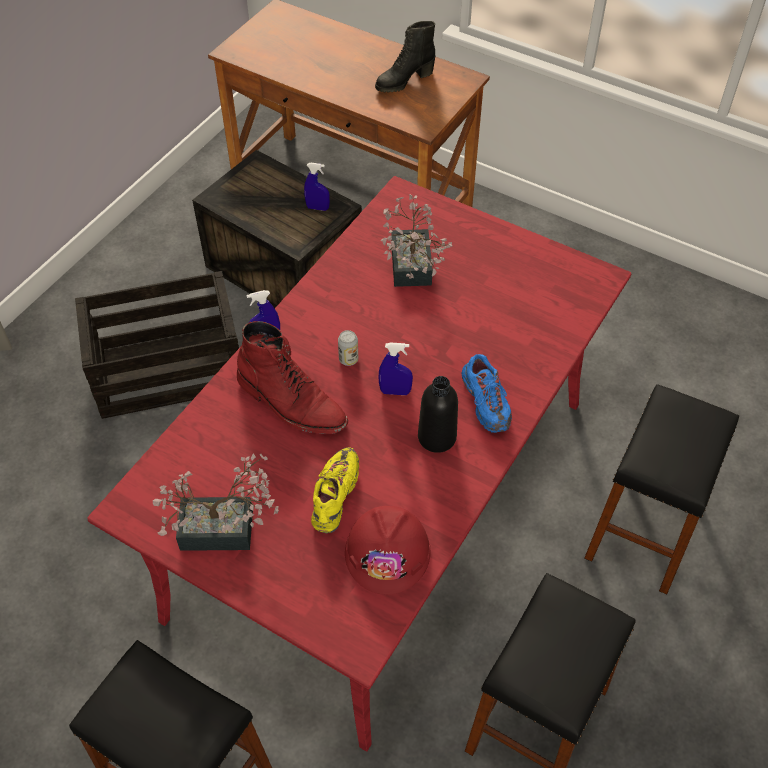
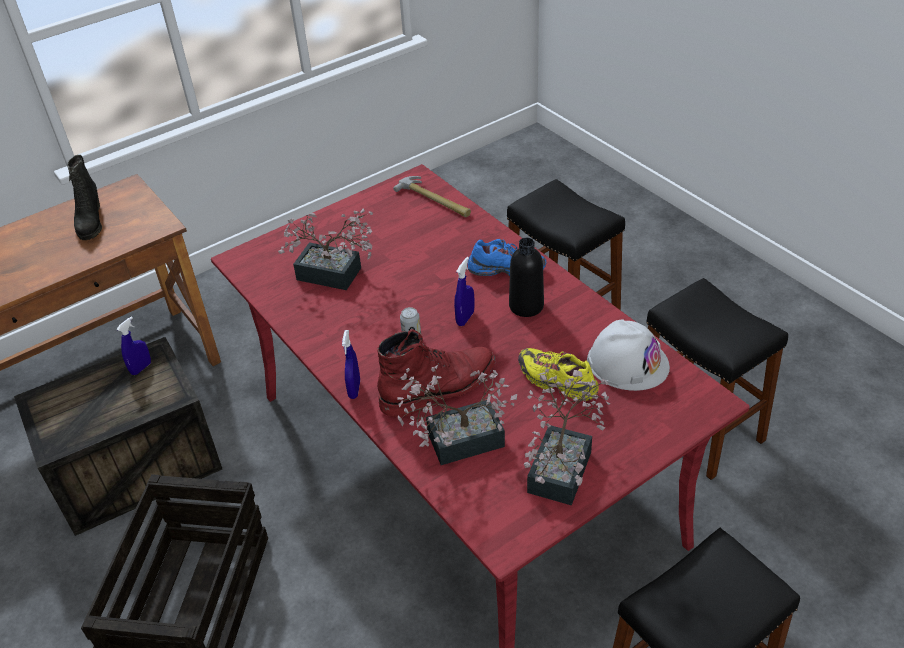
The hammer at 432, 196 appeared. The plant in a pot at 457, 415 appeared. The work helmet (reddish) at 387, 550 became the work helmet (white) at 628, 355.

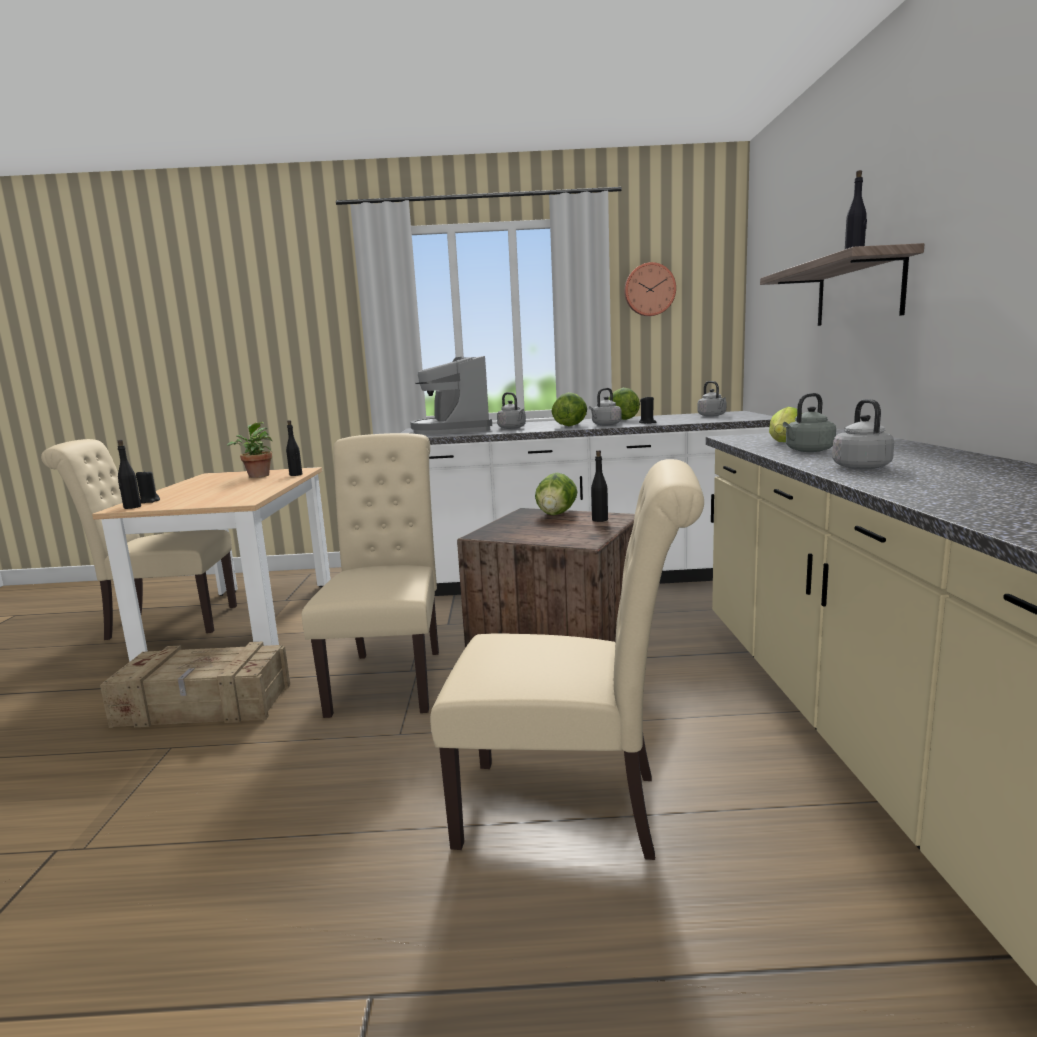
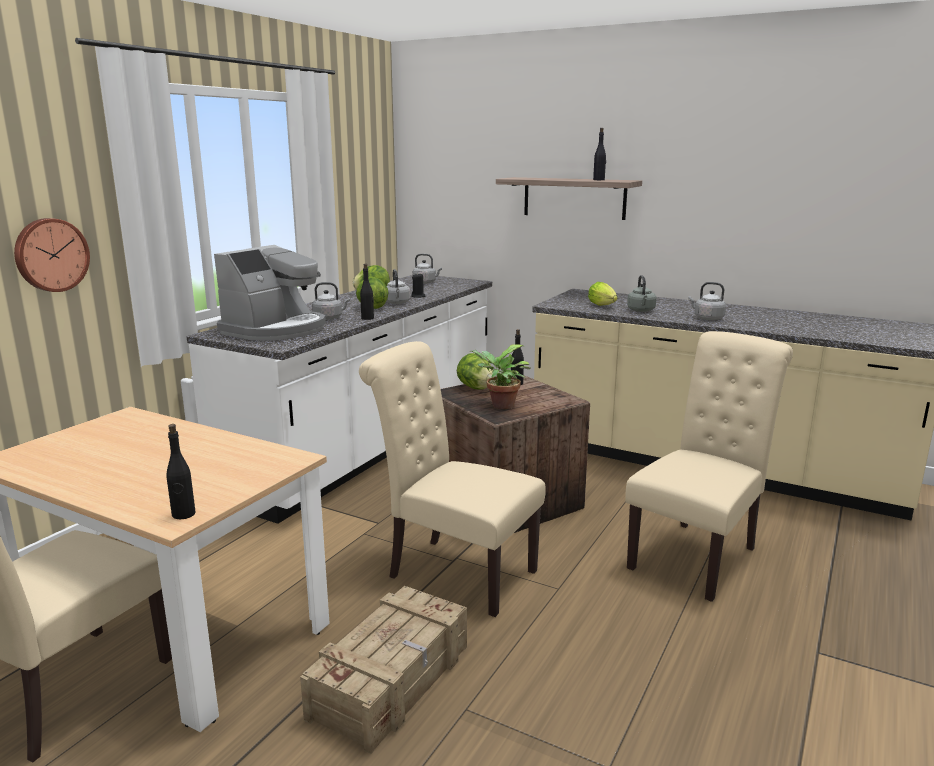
The clock on the wall moved from 650, 289 to 52, 255. The coffee machine at 451, 395 turned 75 degrees counterclockwise. The bottle (black-coloured) moved from 294, 448 to 367, 291. The plant in a pot moved from 250, 450 to 499, 376. The wax candle (black-coloured) at 148, 486 disappeared.

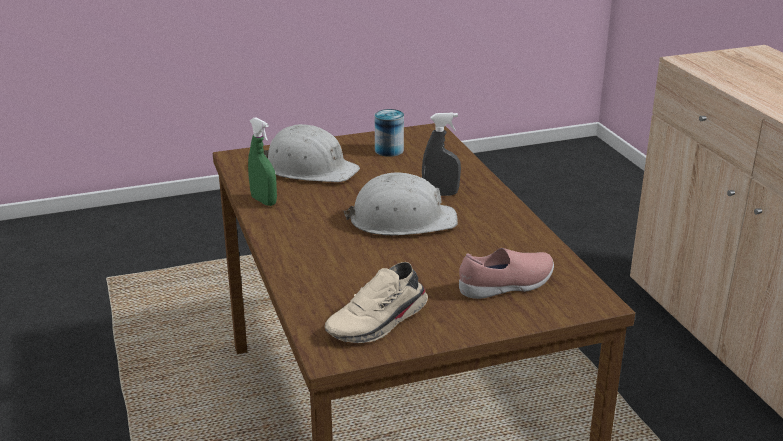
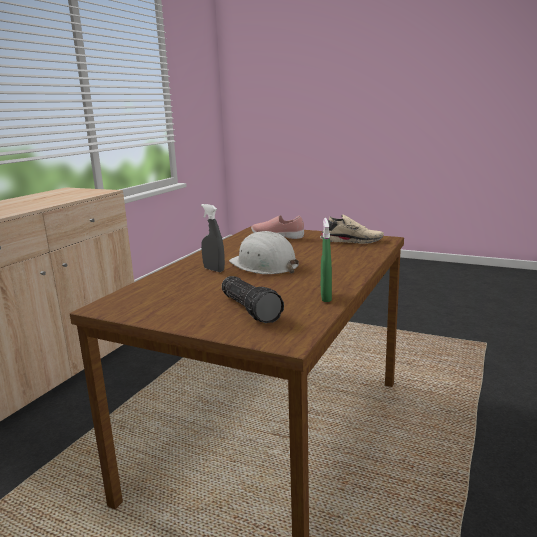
The work helmet (white) at 312, 153 was replaced by the torch at 253, 299. The can at 389, 133 disappeared.

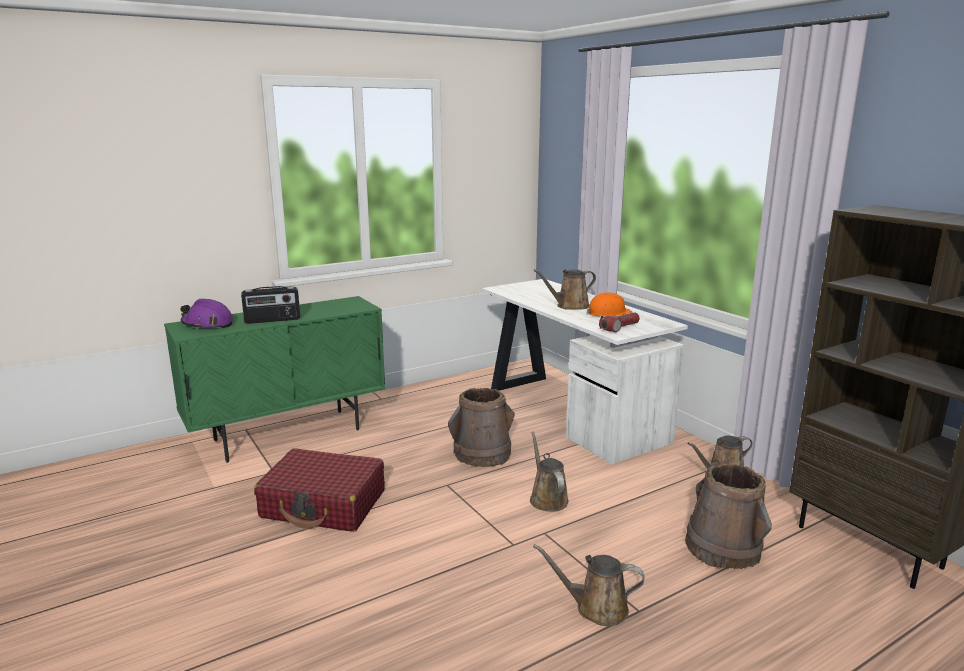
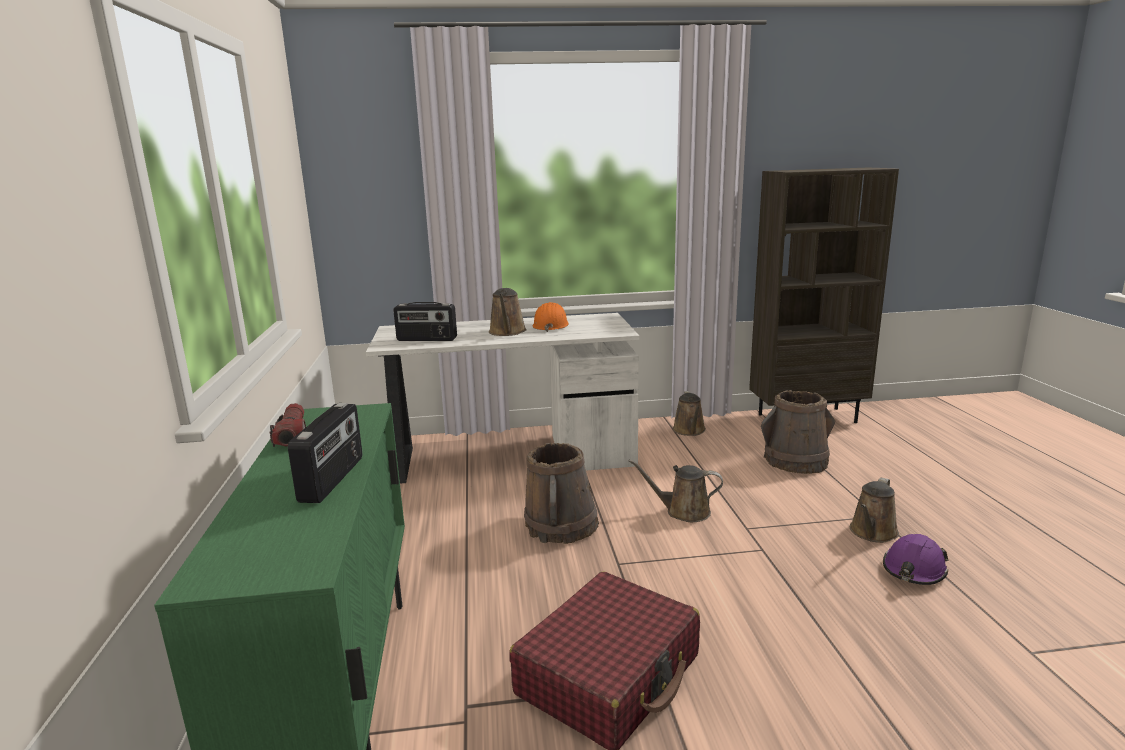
The torch moved from 619, 322 to 288, 425. The radio at 425, 321 appeared. The work helmet (purple-coloured) moved from 207, 314 to 915, 559.

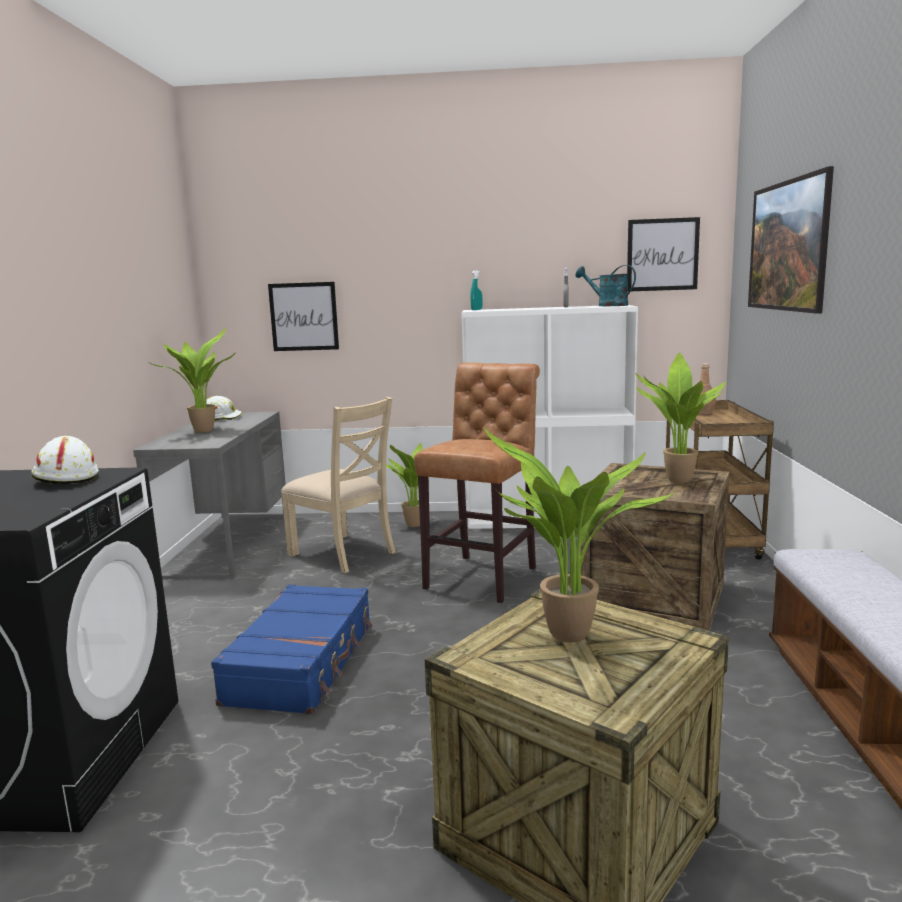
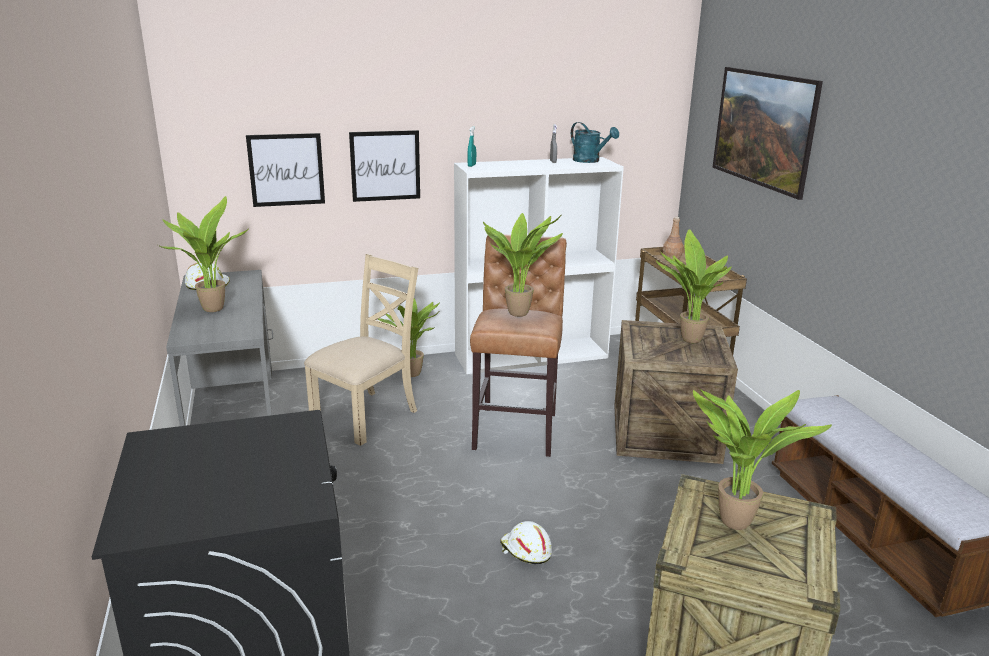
The chair (beige) at 338, 485 turned 75 degrees counterclockwise. The wall picture moved from 663, 254 to 384, 166. The plant in a pot at 523, 265 appeared. The work helmet (white) moved from 65, 460 to 526, 542. The watering can (turquoise-coloured) at 605, 285 turned 150 degrees counterclockwise. The suitcase (blue-coloured) at 292, 649 disappeared.

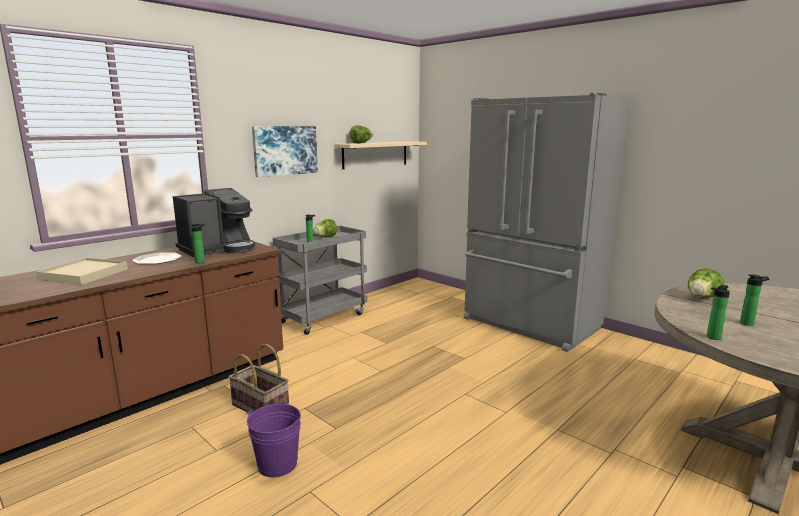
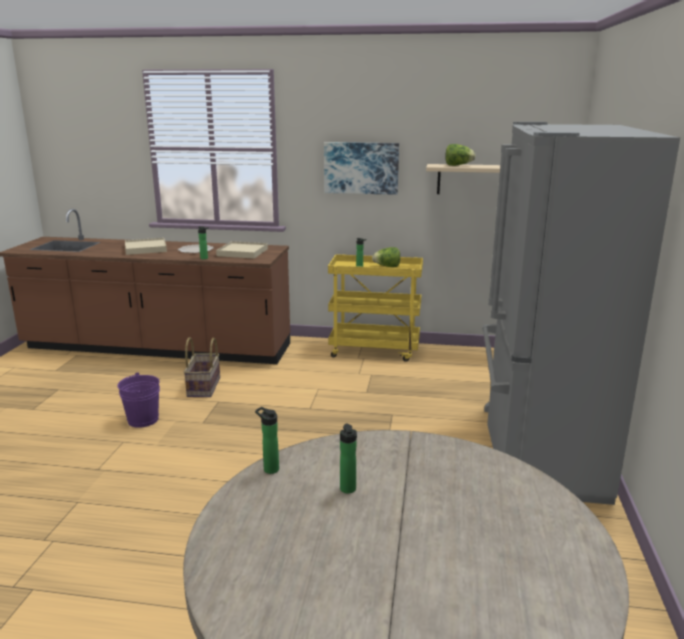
The coffee machine at 214, 222 was replaced by the carrying tray (beige) at 242, 249. The cart (greyish) at 320, 280 became the cart (yellow) at 375, 308. The lettuce head at 706, 283 disappeared.

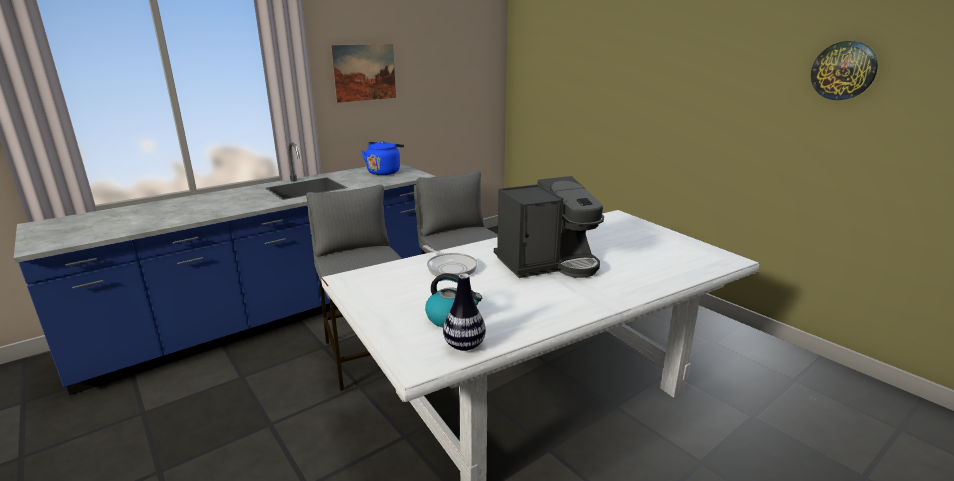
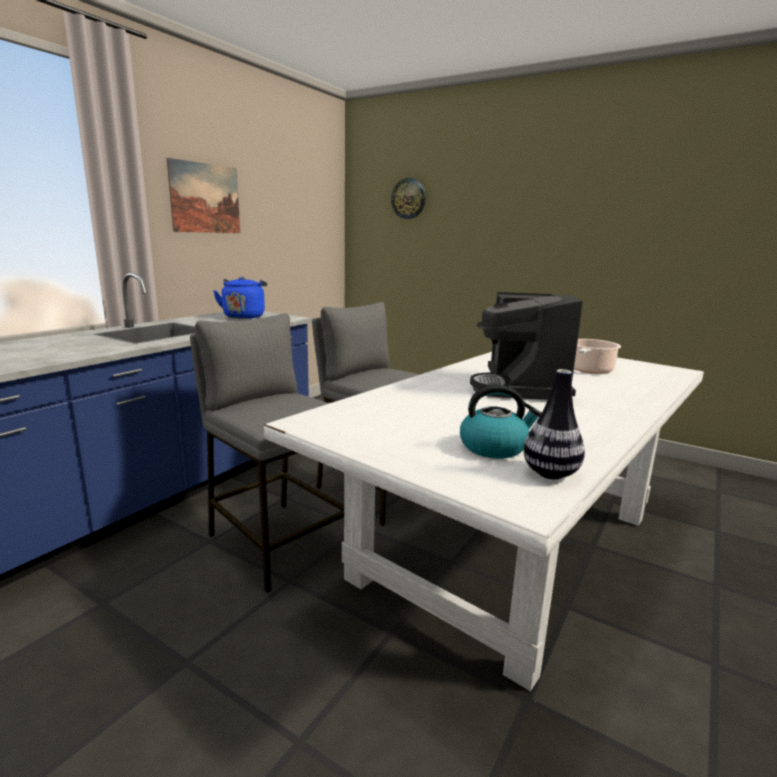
The clock on the wall moved from 844, 70 to 408, 198. The coffee machine at 549, 227 turned 135 degrees clockwise. The stockpot at 597, 356 appeared. The skillet at 450, 260 disappeared.

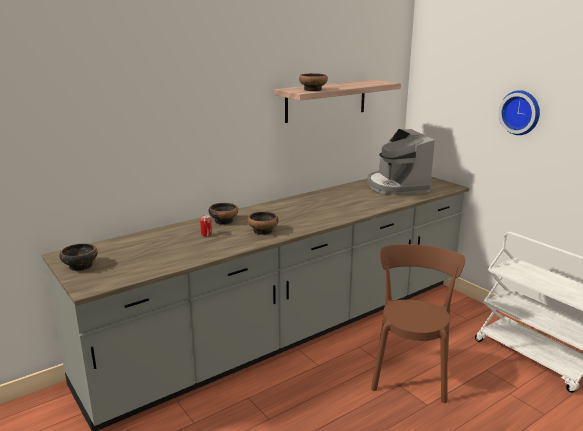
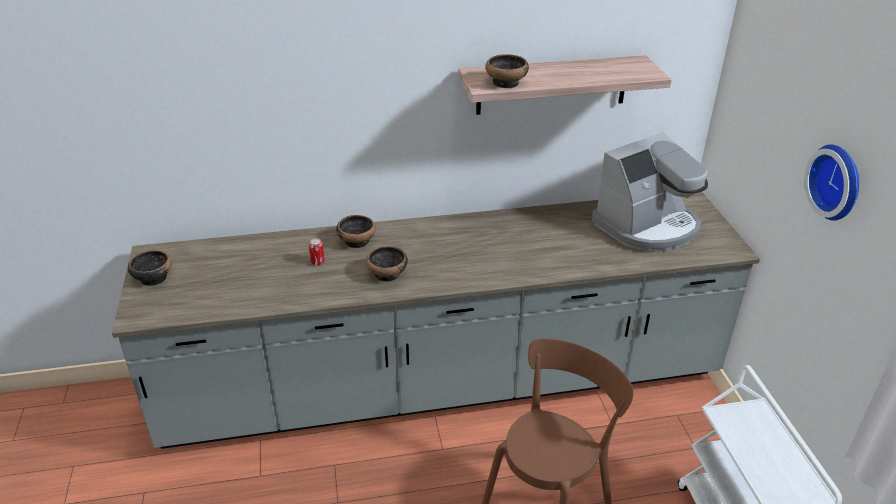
The coffee machine at 401, 162 turned 135 degrees counterclockwise.

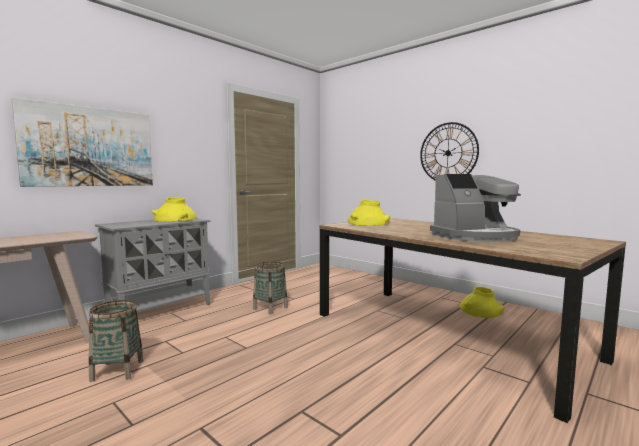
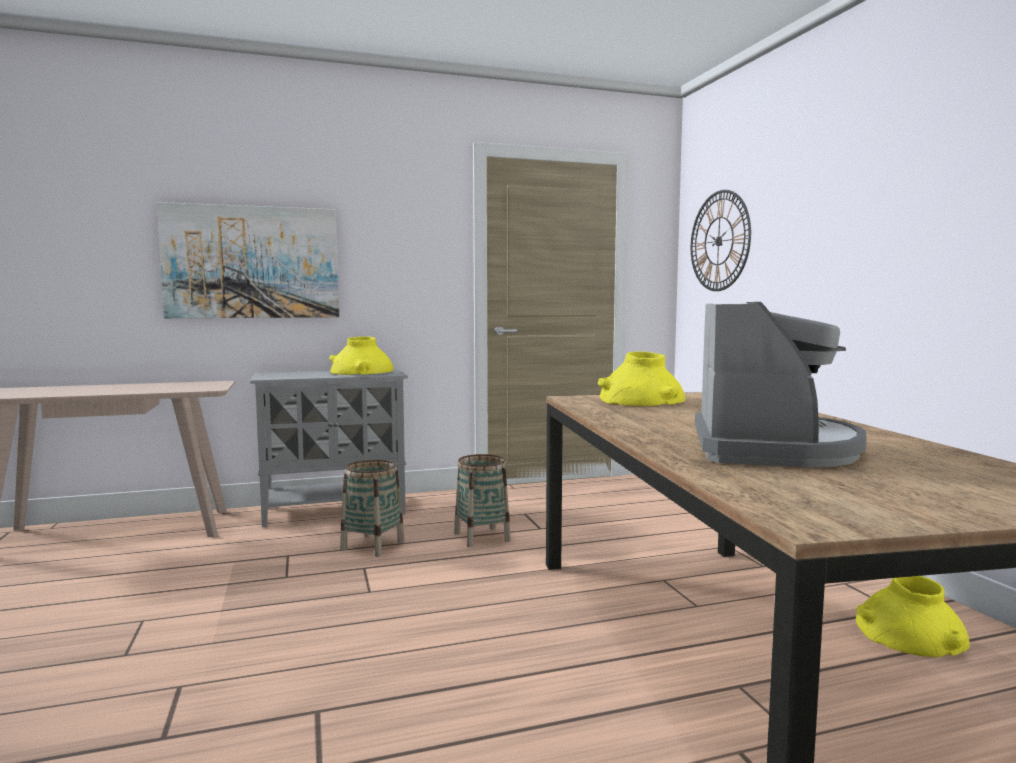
The storage basket moved from 116, 341 to 372, 508. The clock on the wall moved from 449, 151 to 721, 240. The coffee machine at 475, 208 turned 90 degrees counterclockwise.

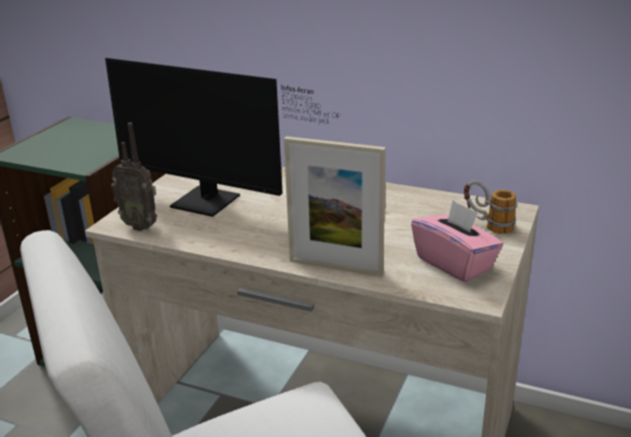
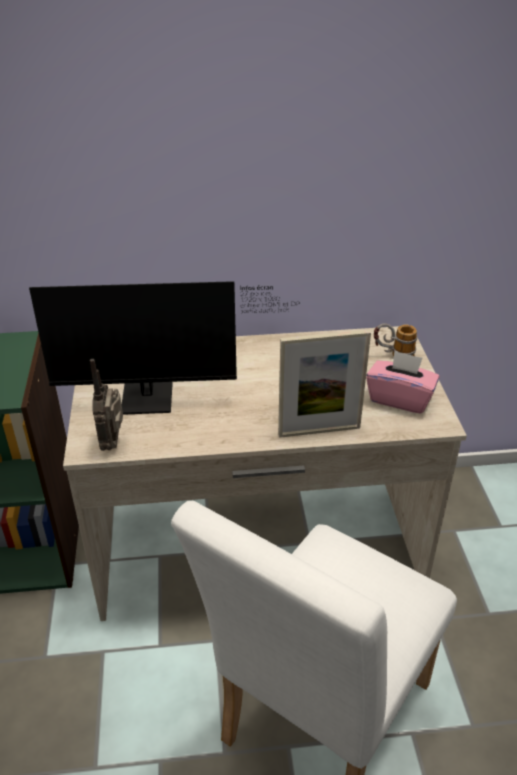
The radio at 134, 177 turned 90 degrees clockwise.

